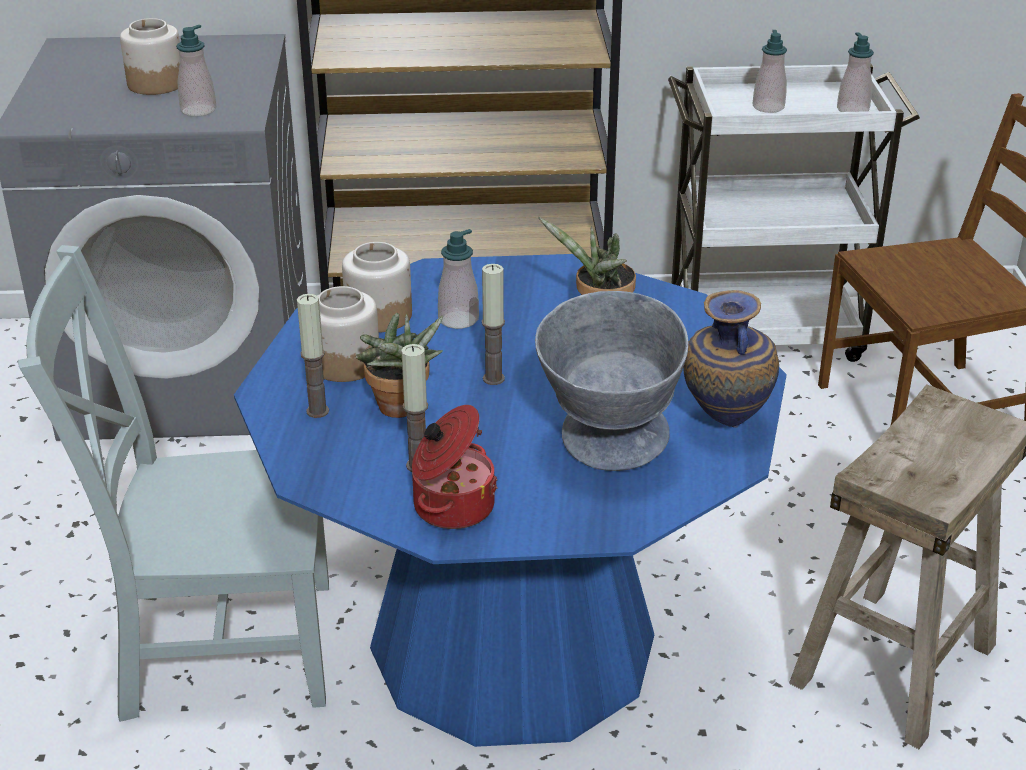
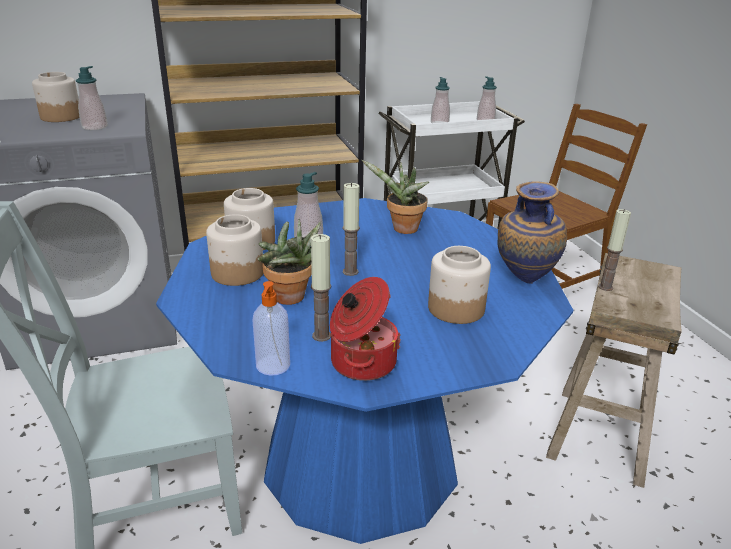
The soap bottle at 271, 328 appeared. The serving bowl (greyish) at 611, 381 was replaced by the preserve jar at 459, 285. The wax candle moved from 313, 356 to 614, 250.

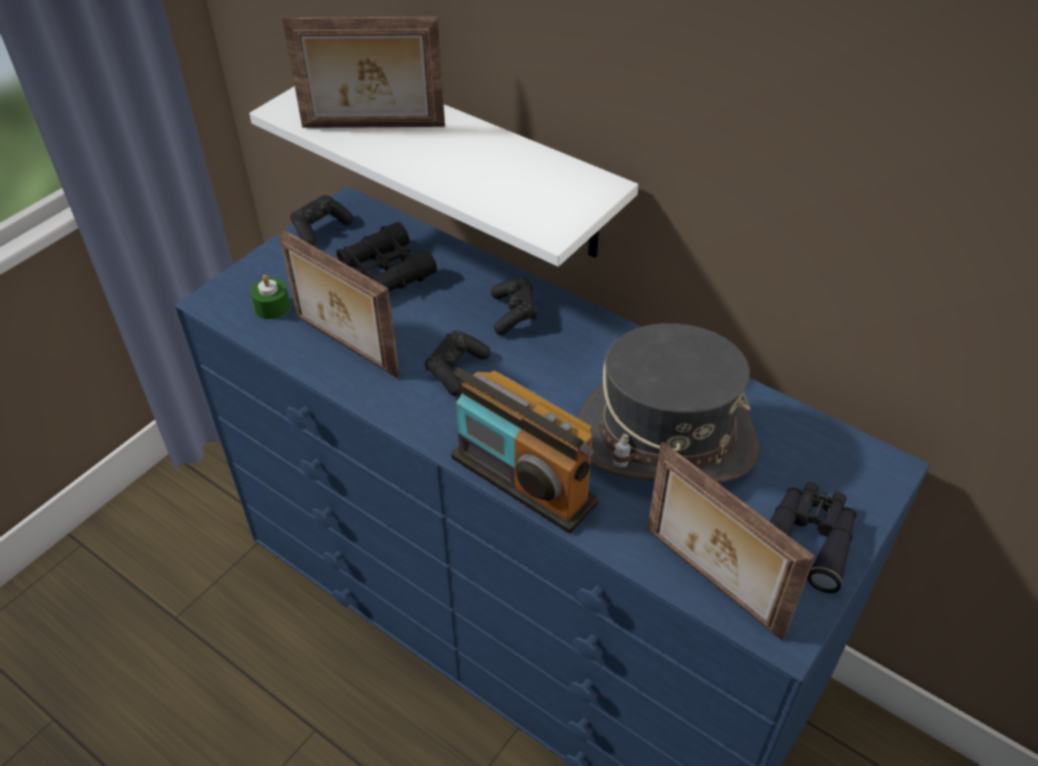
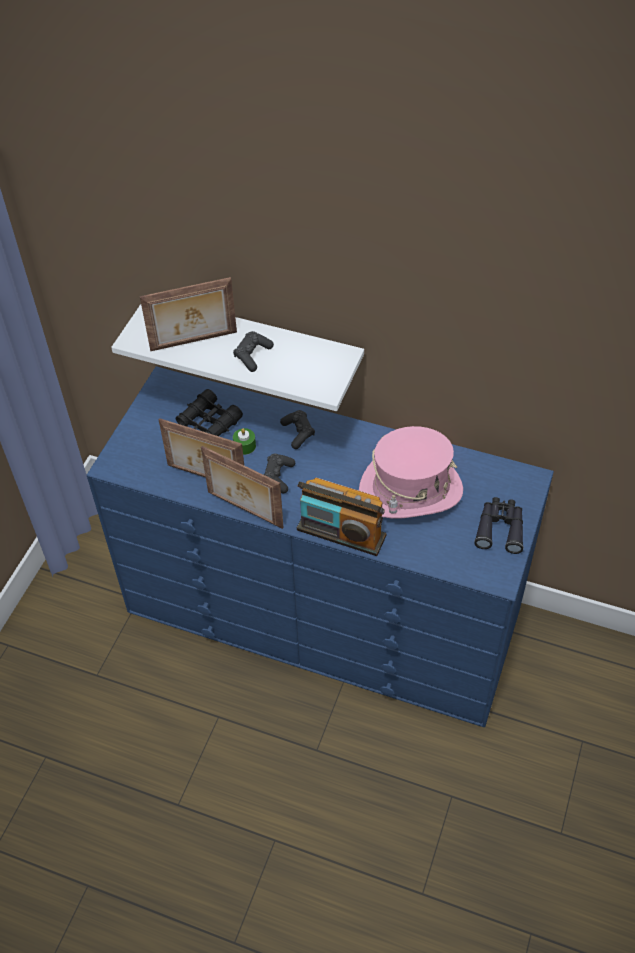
The photo frame moved from 731, 541 to 242, 487. The gamepad (black-coloured) moved from 321, 220 to 253, 351. The wax candle (greenish) moved from 270, 296 to 244, 441. The wearable hat (greyish) at 668, 403 became the wearable hat (pinkish) at 411, 472.

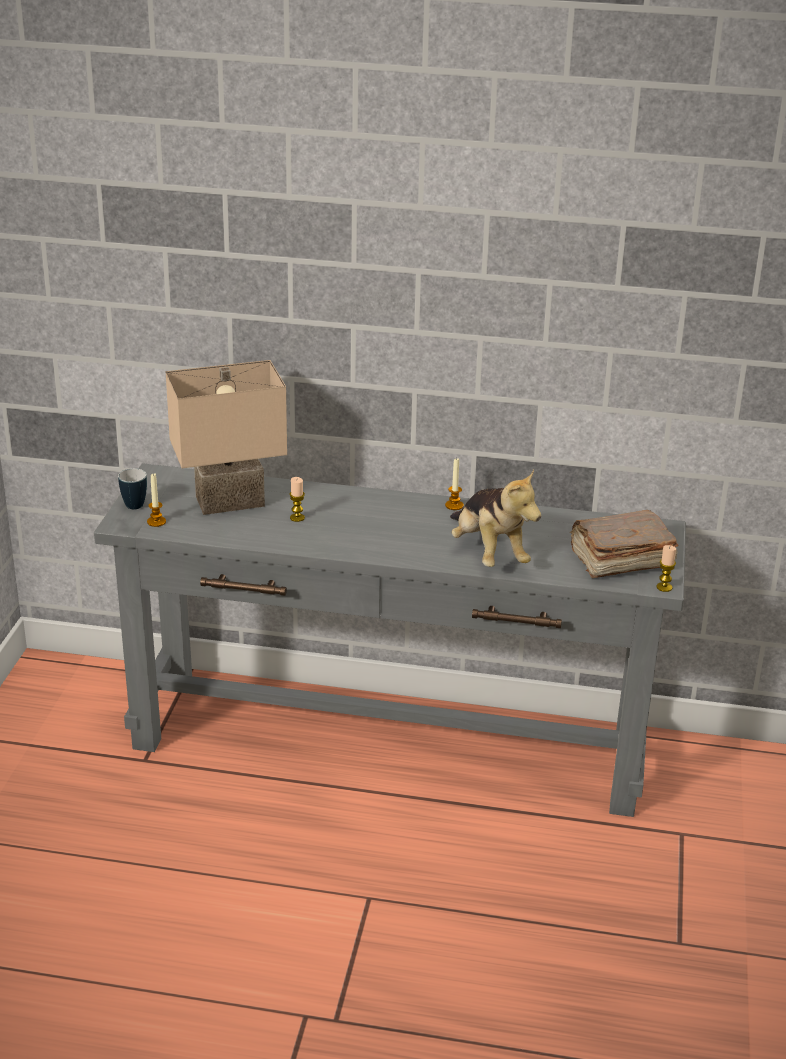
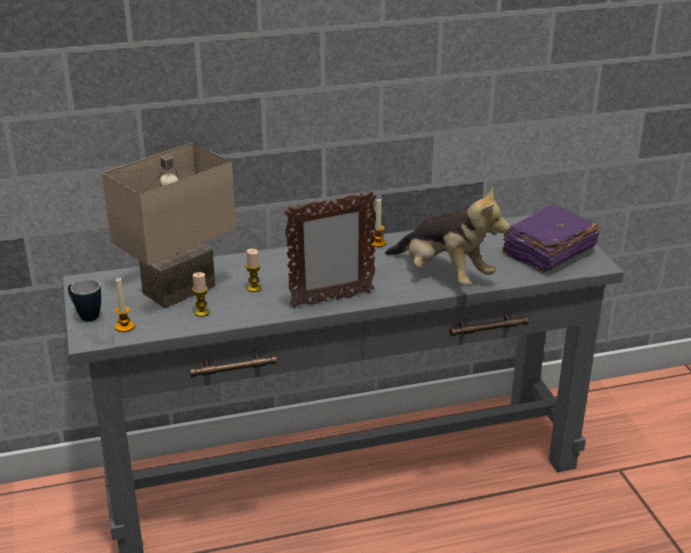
The wax candle moved from 666, 568 to 200, 294. The photo frame at 330, 249 appeared. The bound book (brownish) at 624, 544 became the bound book (purple-coloured) at 551, 239.

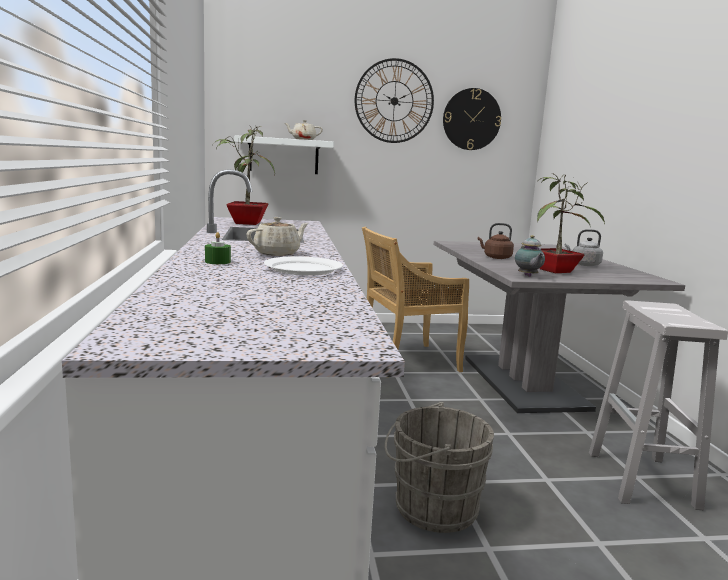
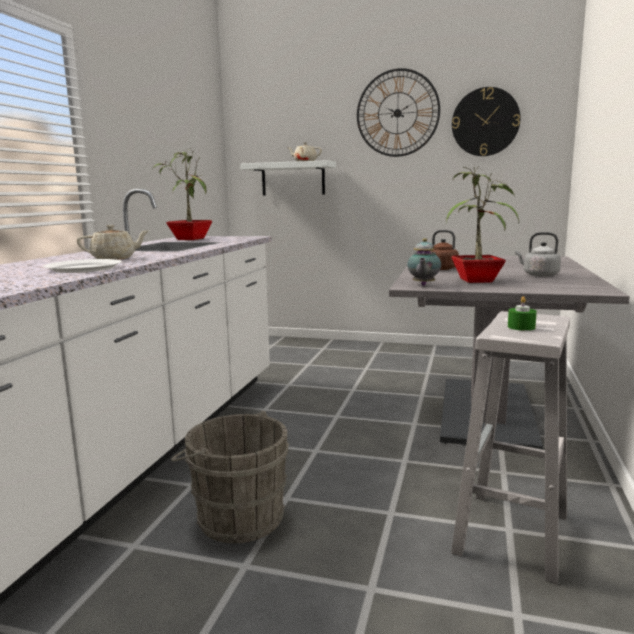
The wax candle (greenish) moved from 218, 248 to 522, 313. The chair (beige) at 415, 302 disappeared.

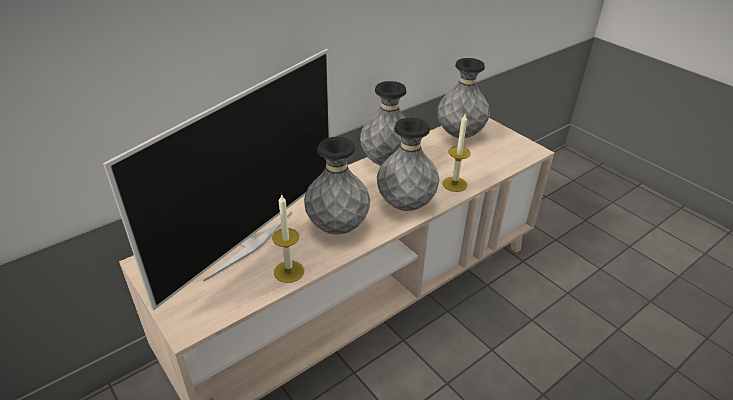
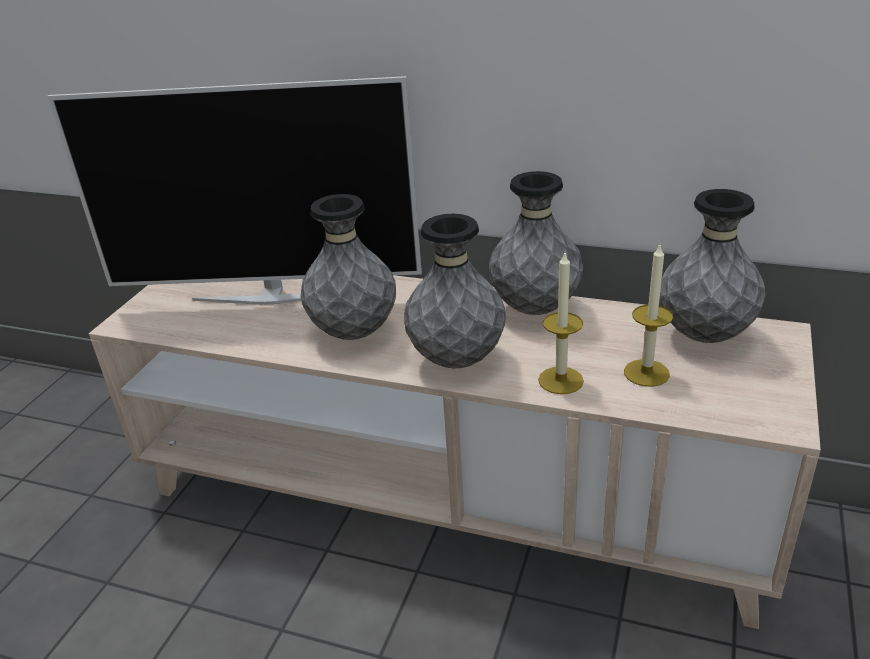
The wax candle moved from 288, 238 to 648, 316.

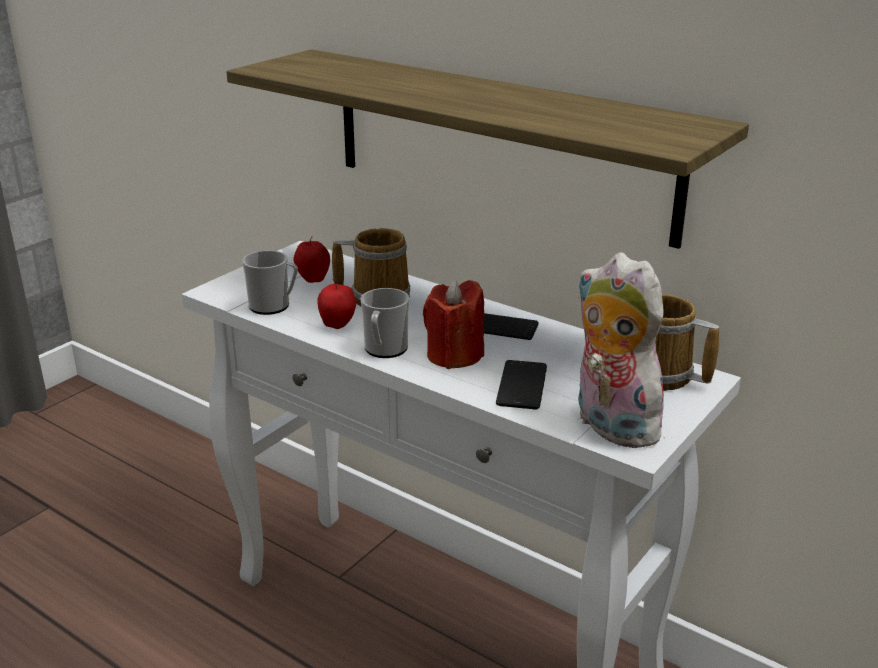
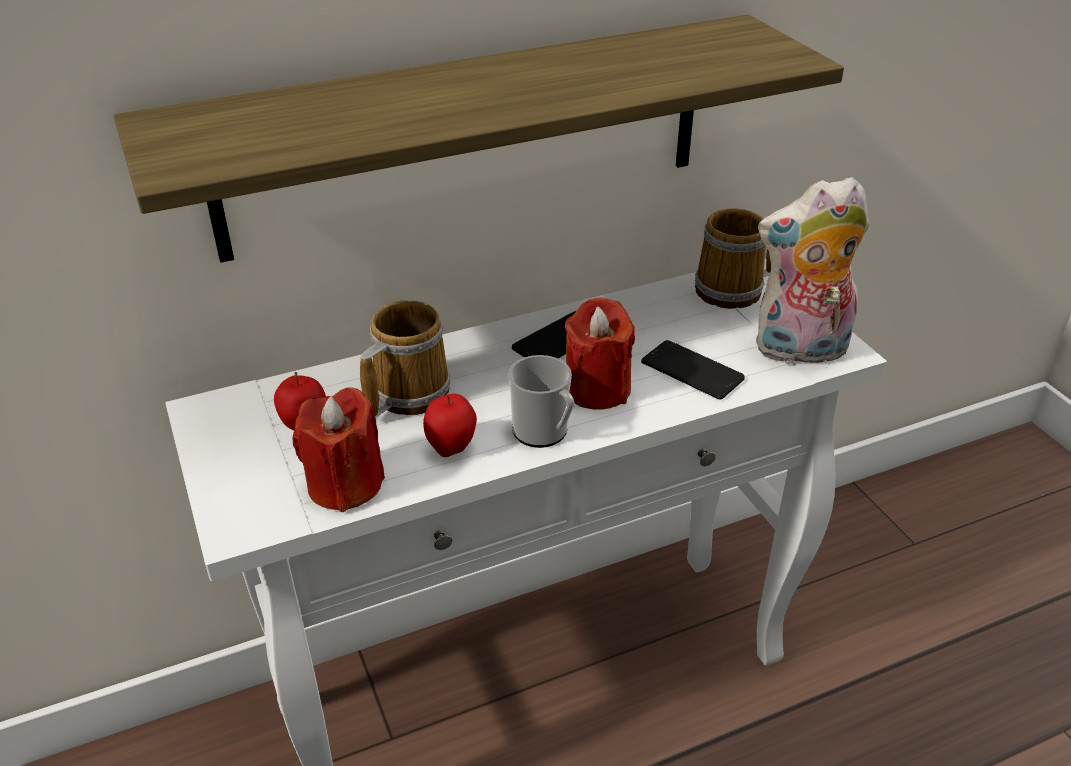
The mug at 270, 282 was replaced by the wax candle (reddish) at 339, 449.

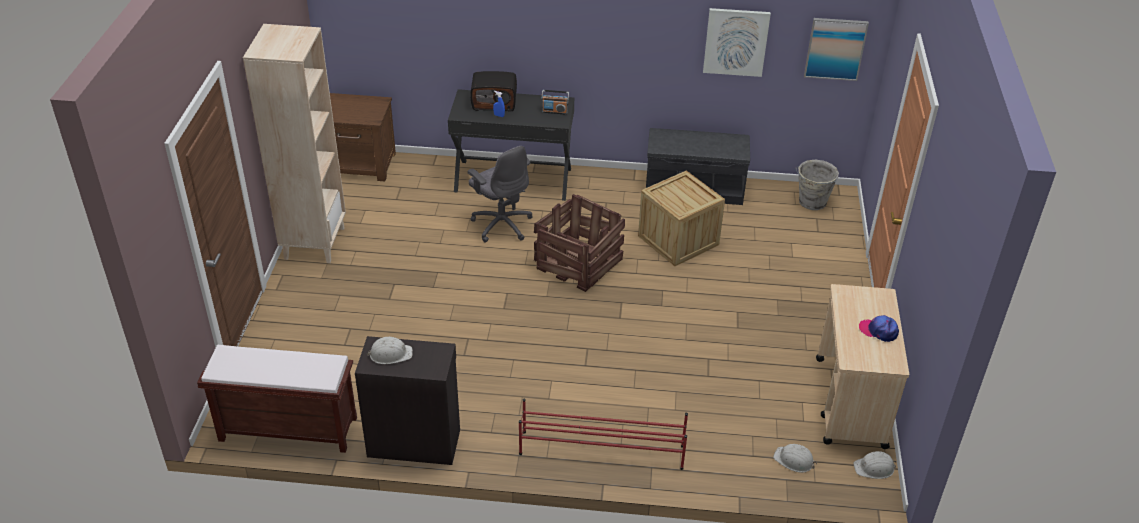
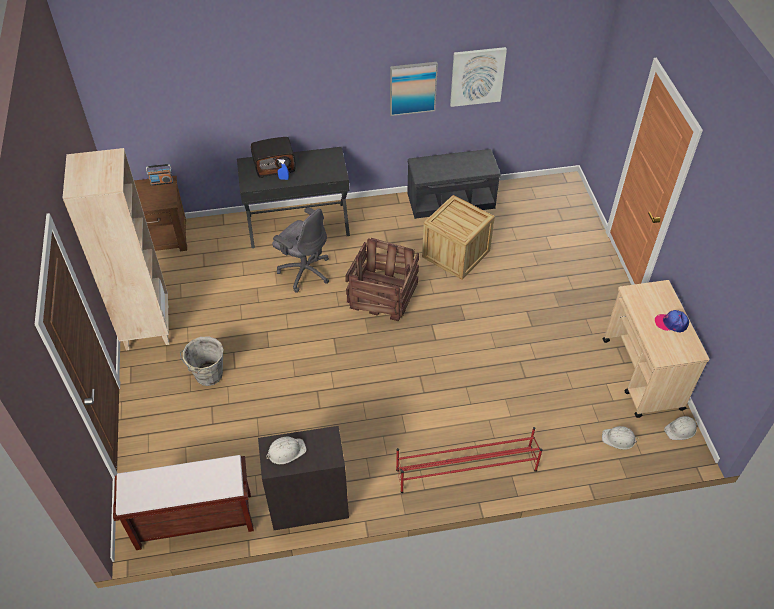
The radio moved from 555, 102 to 159, 175. The pail (greyish) moved from 817, 185 to 202, 361. The wall picture moved from 836, 49 to 414, 89.

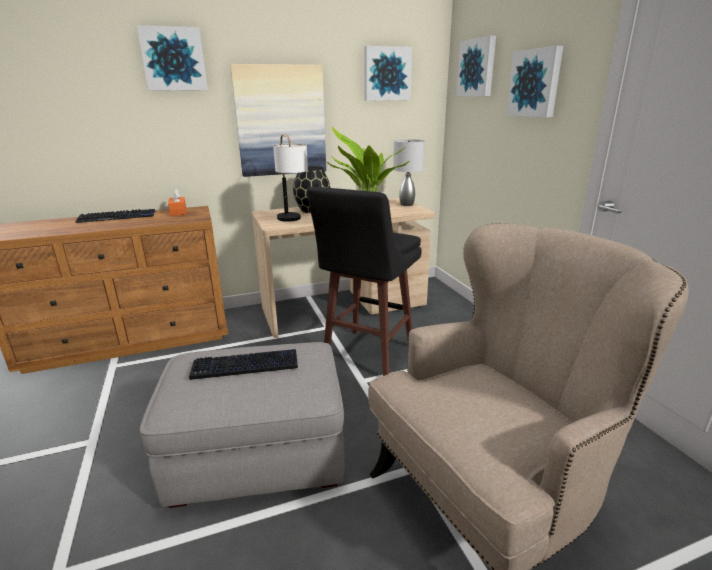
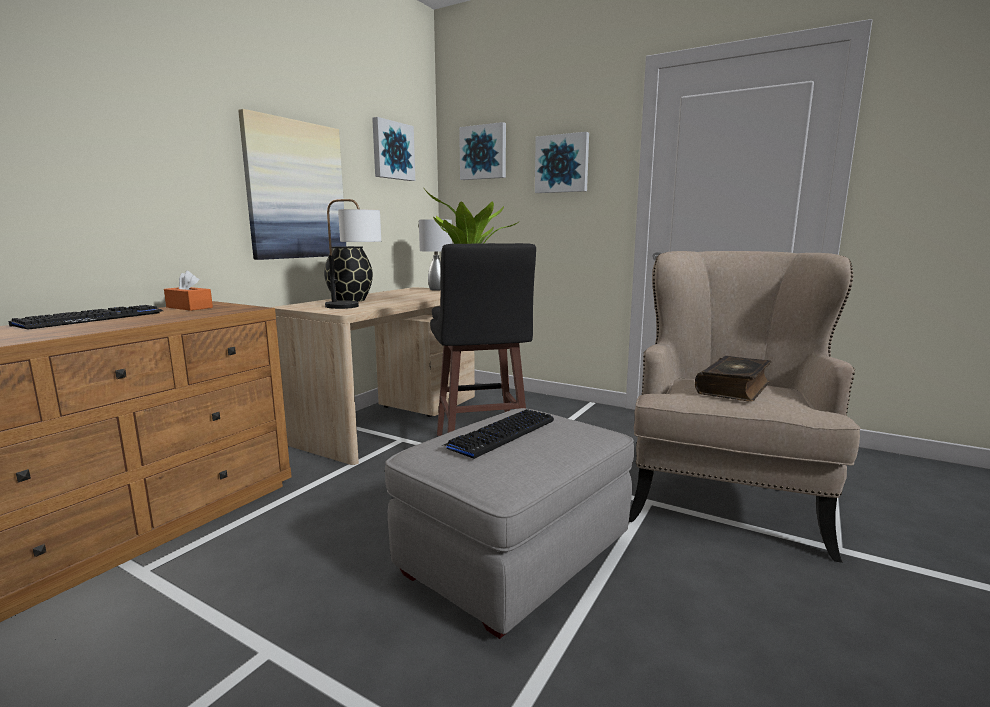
The bound book at 733, 379 appeared. The wall picture at 172, 58 disappeared.

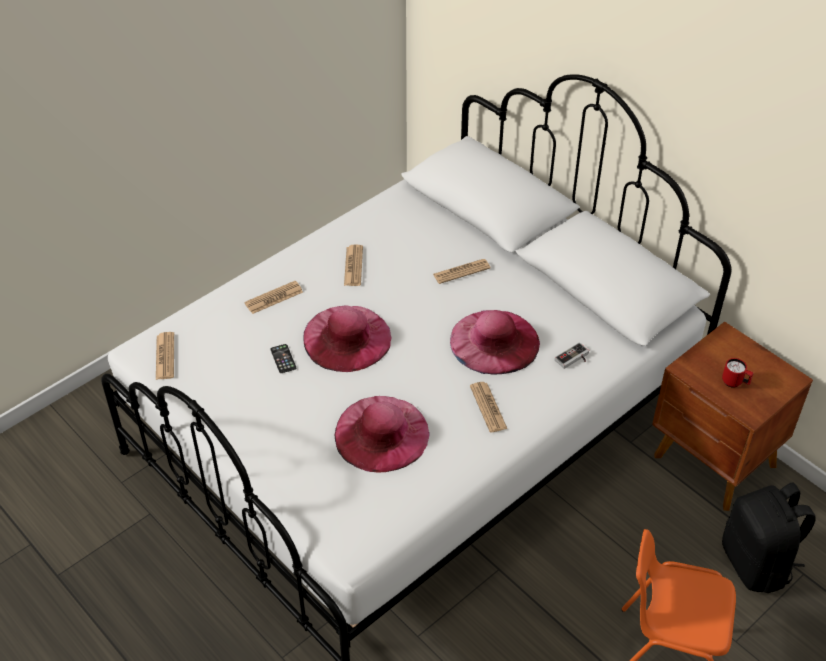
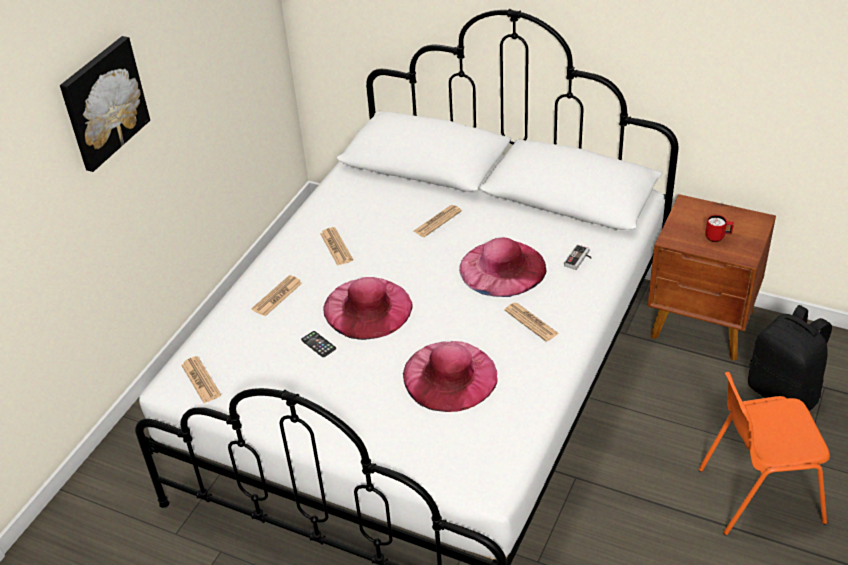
The wall picture at 105, 104 appeared.

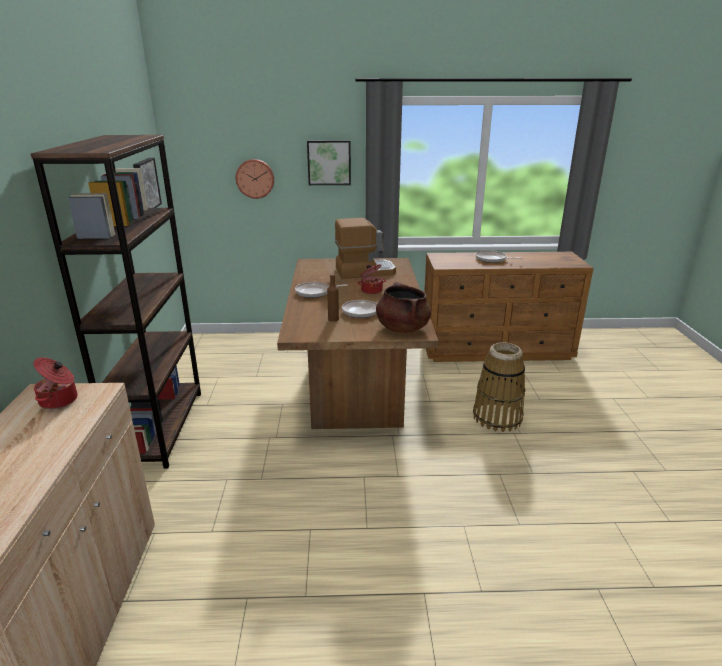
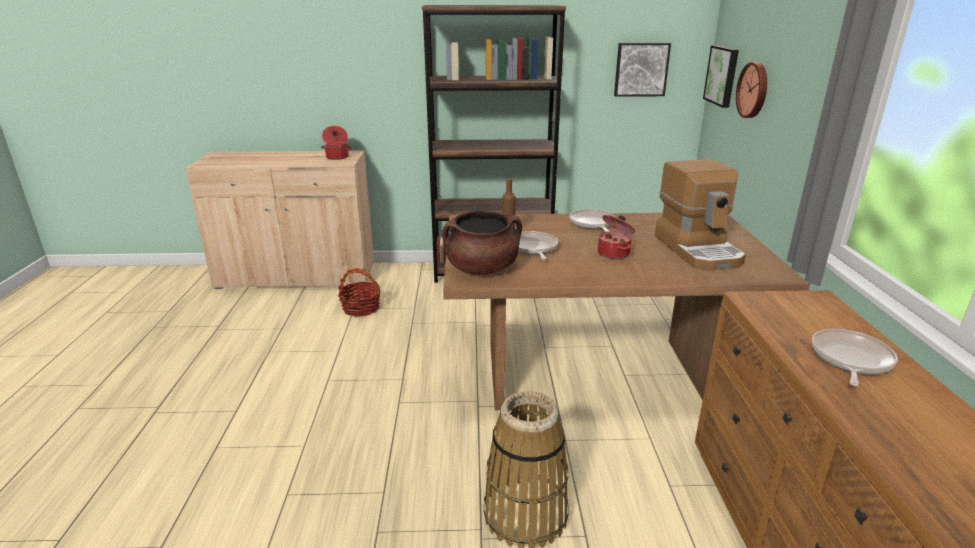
The storage basket at 359, 292 appeared. The wall picture moved from 329, 162 to 721, 76.

